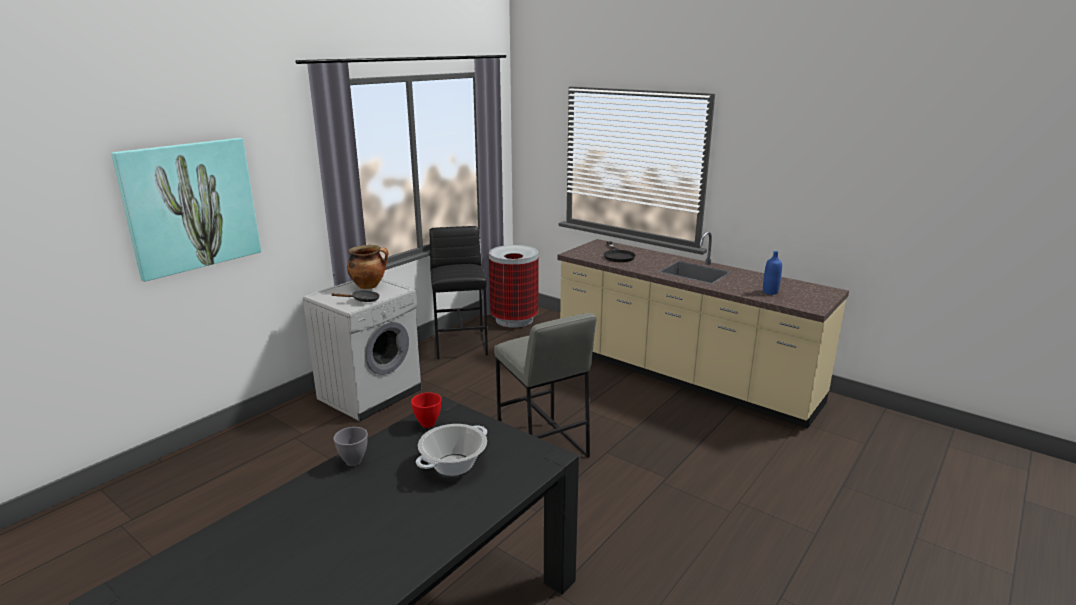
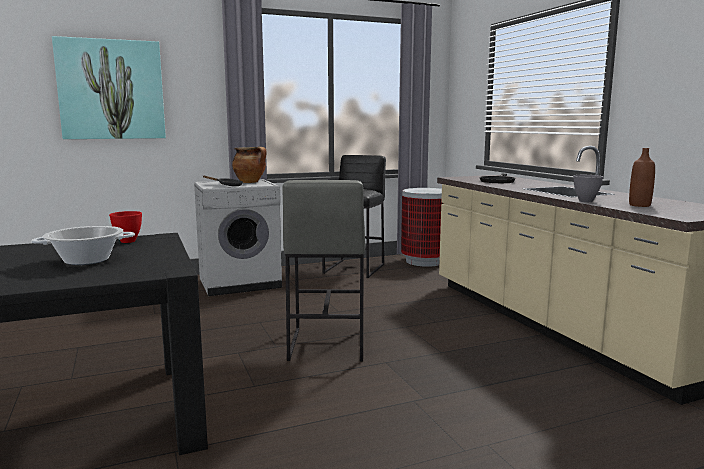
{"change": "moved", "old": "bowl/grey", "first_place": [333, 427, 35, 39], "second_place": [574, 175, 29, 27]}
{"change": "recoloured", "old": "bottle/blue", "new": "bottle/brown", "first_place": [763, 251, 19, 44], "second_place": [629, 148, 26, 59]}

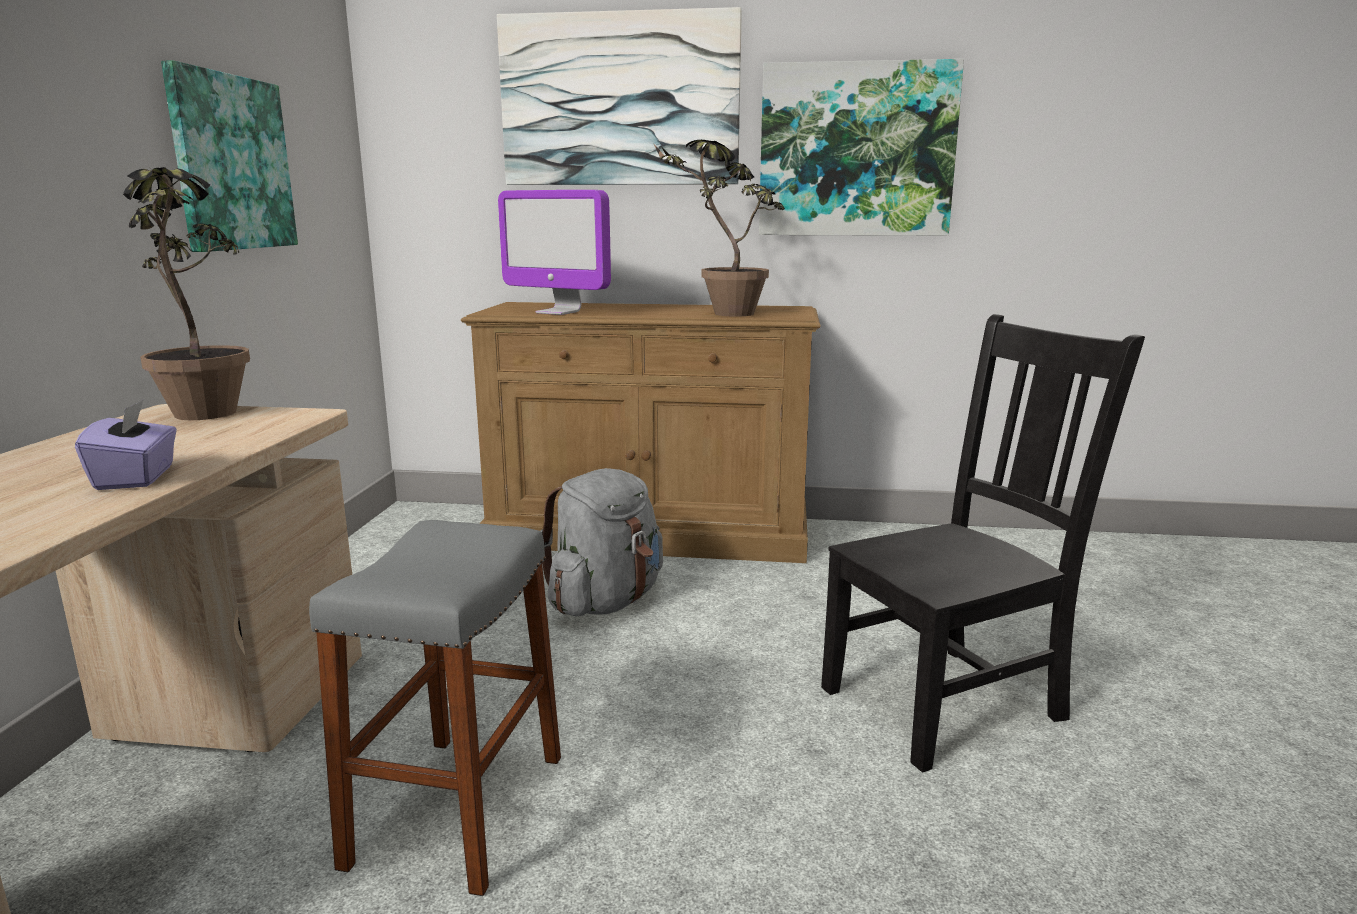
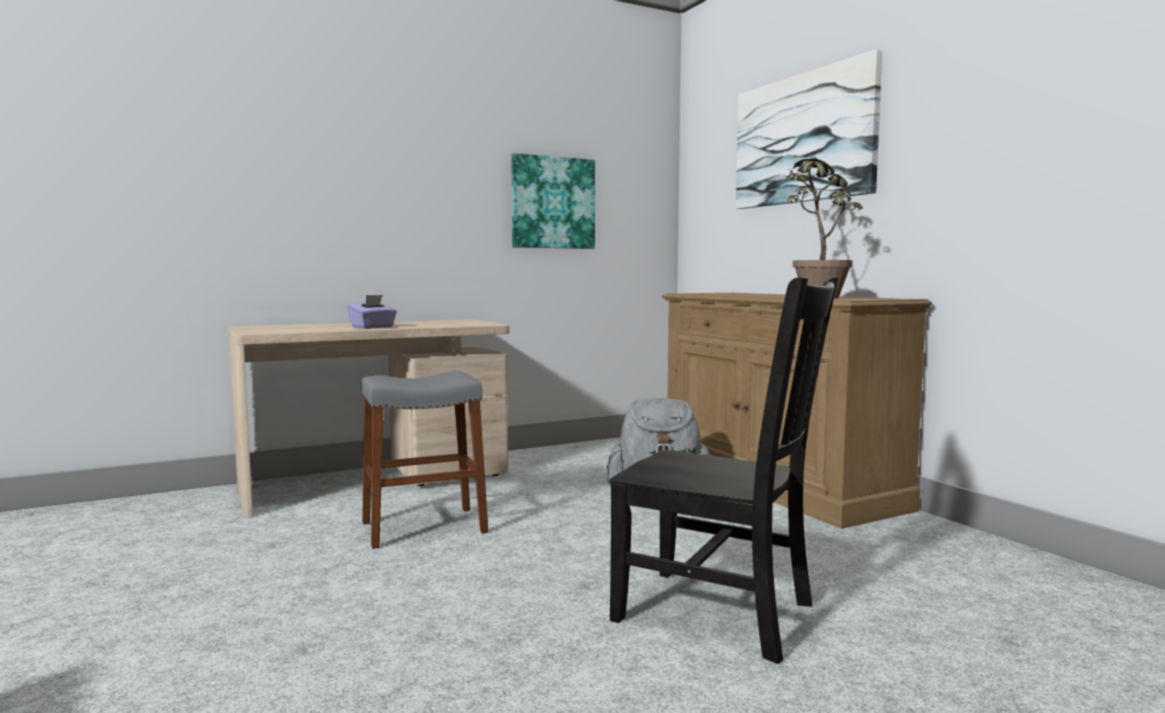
{"change": "removed", "old": "potted plant", "first_place": [123, 167, 127, 253]}
{"change": "removed", "old": "monitor", "first_place": [498, 190, 113, 125]}
{"change": "removed", "old": "picture", "first_place": [759, 59, 205, 177]}

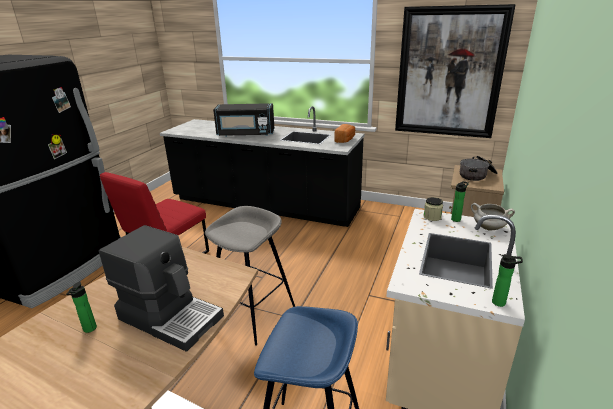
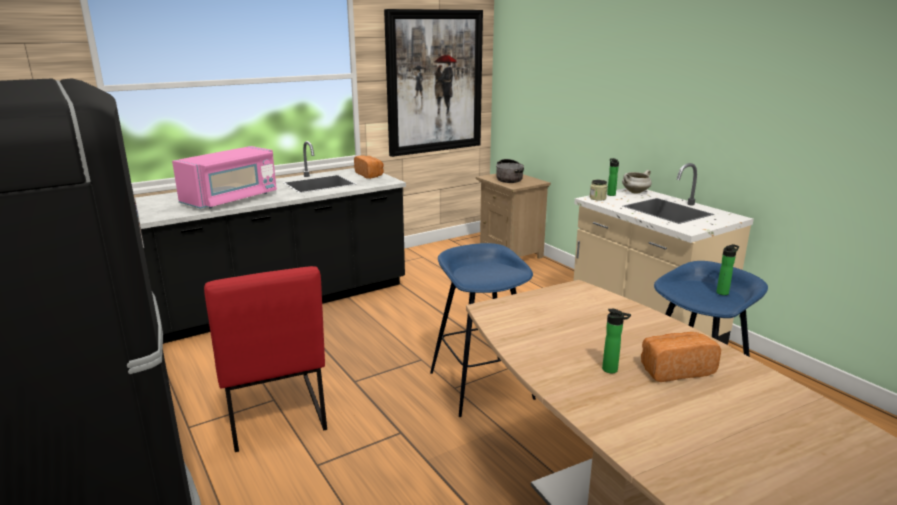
{"change": "removed", "old": "coffee machine", "first_place": [99, 225, 125, 127]}
{"change": "recoloured", "old": "stool/grey", "new": "stool/blue", "first_place": [205, 206, 90, 140], "second_place": [430, 243, 106, 174]}
{"change": "recoloured", "old": "microwave/black", "new": "microwave/pink", "first_place": [213, 103, 61, 34], "second_place": [172, 146, 105, 63]}
{"change": "moved", "old": "bottle", "first_place": [492, 254, 31, 53], "second_place": [716, 244, 23, 51]}
{"change": "added", "new": "bread", "second_place": [641, 332, 80, 50]}

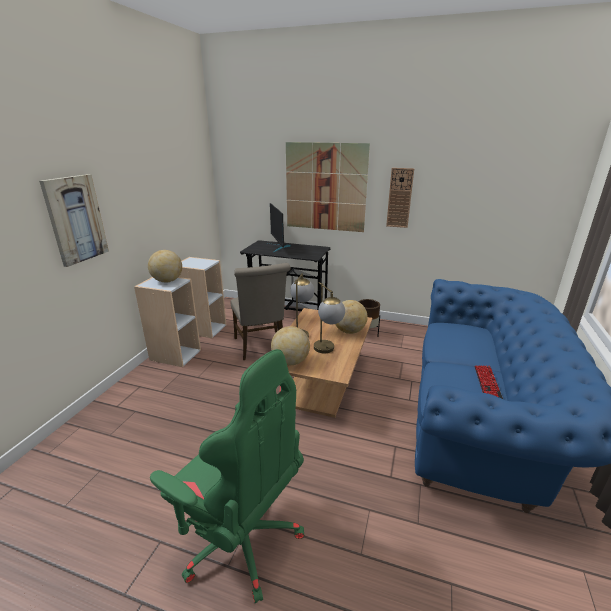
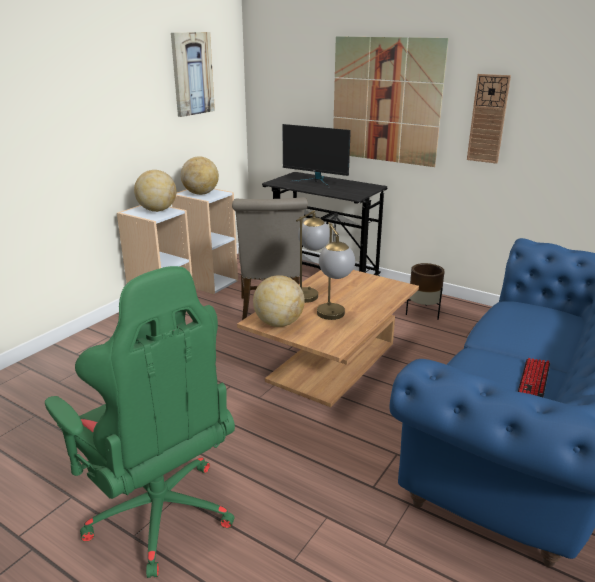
{"change": "moved", "old": "picture", "first_place": [39, 174, 70, 93], "second_place": [171, 32, 44, 85]}
{"change": "turned", "old": "monitor", "first_place": [266, 203, 25, 50], "second_place": [282, 124, 69, 63], "degrees": -60}
{"change": "moved", "old": "globe", "first_place": [335, 300, 33, 34], "second_place": [181, 156, 38, 39]}

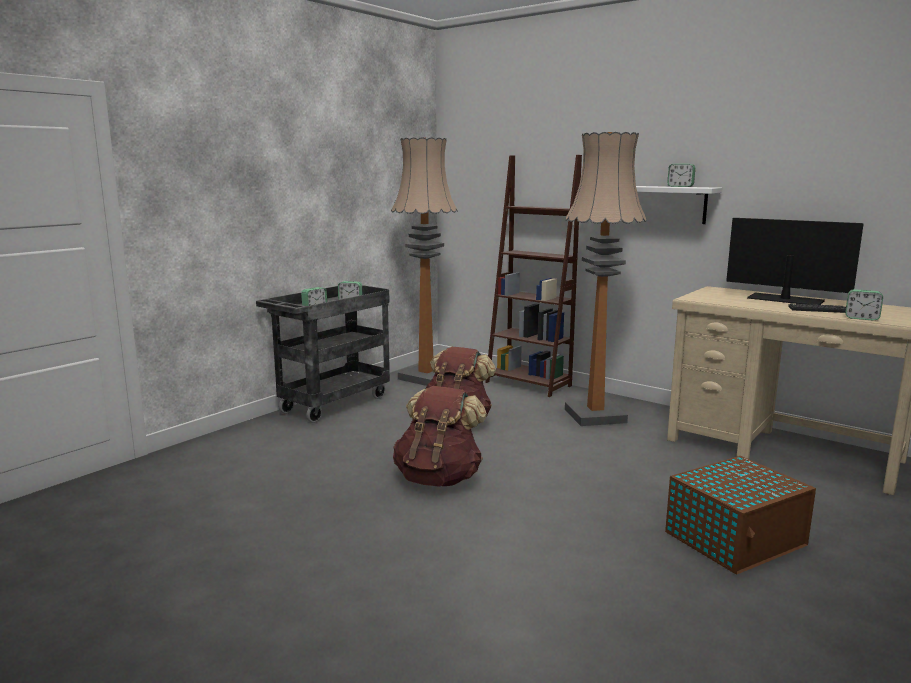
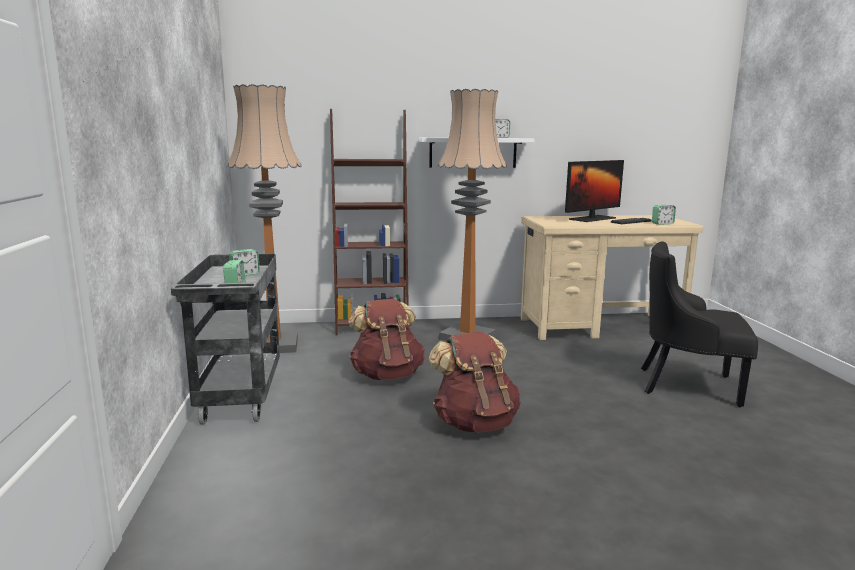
{"change": "replaced", "old": "storage box/brown", "new": "chair/black", "first_place": [665, 456, 151, 118], "second_place": [641, 241, 117, 166]}
{"change": "turned", "old": "monitor", "first_place": [726, 218, 138, 87], "second_place": [565, 160, 59, 62], "degrees": 150}

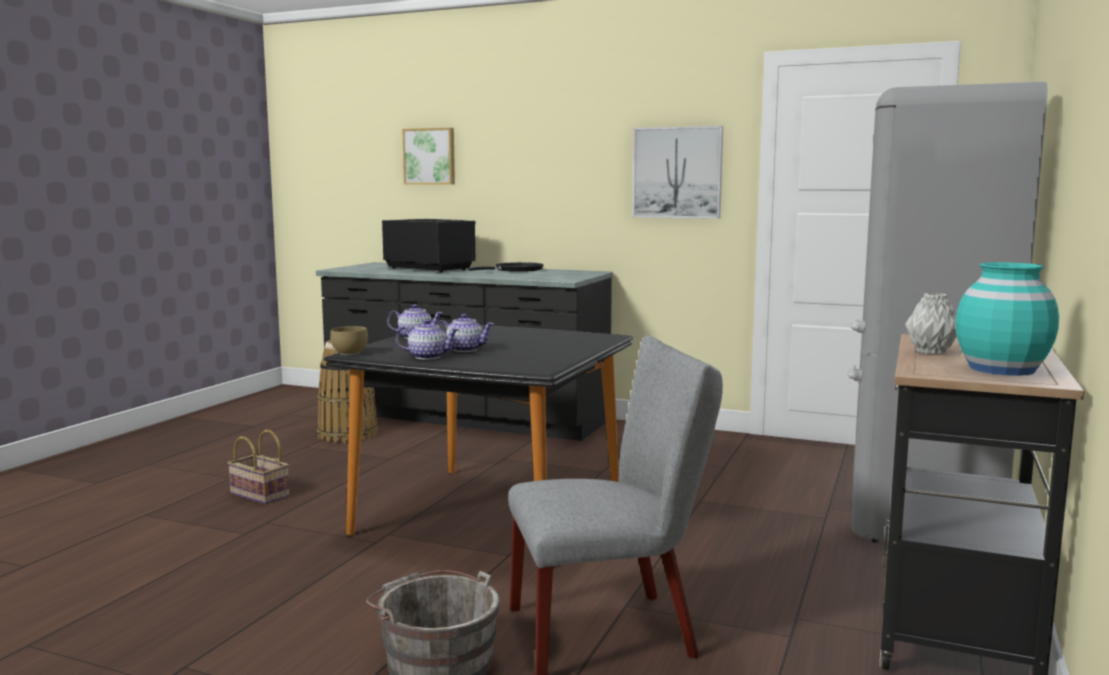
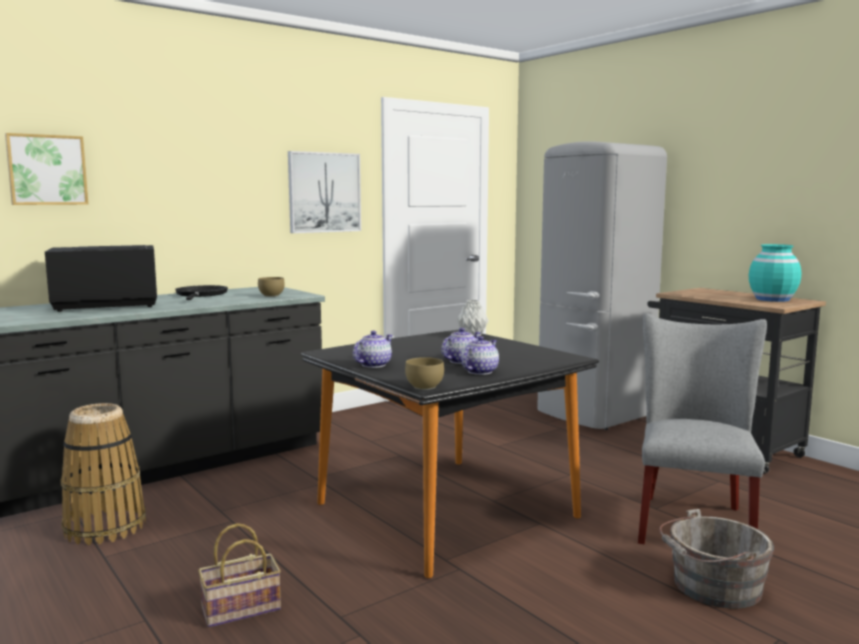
{"change": "moved", "old": "vase/grey", "first_place": [905, 293, 52, 61], "second_place": [457, 300, 32, 36]}
{"change": "added", "new": "bowl/brown", "second_place": [258, 277, 27, 20]}

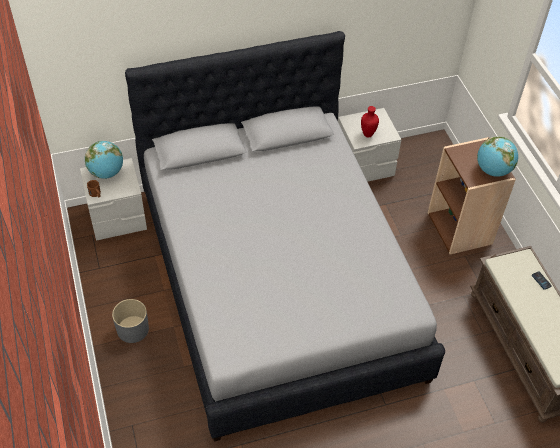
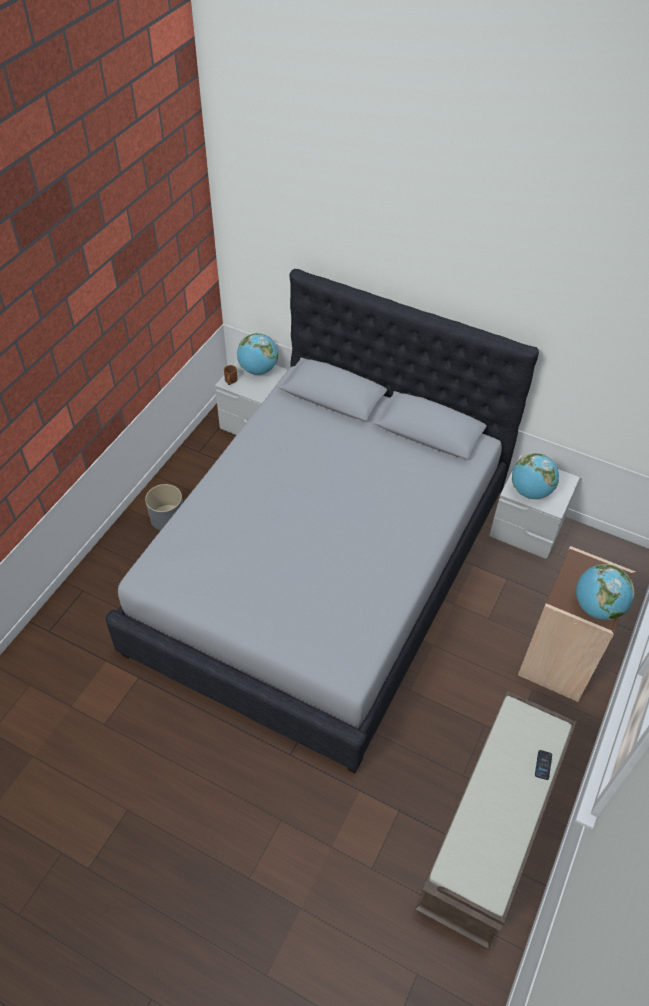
{"change": "replaced", "old": "vase/red", "new": "globe", "first_place": [361, 106, 18, 32], "second_place": [512, 453, 47, 46]}

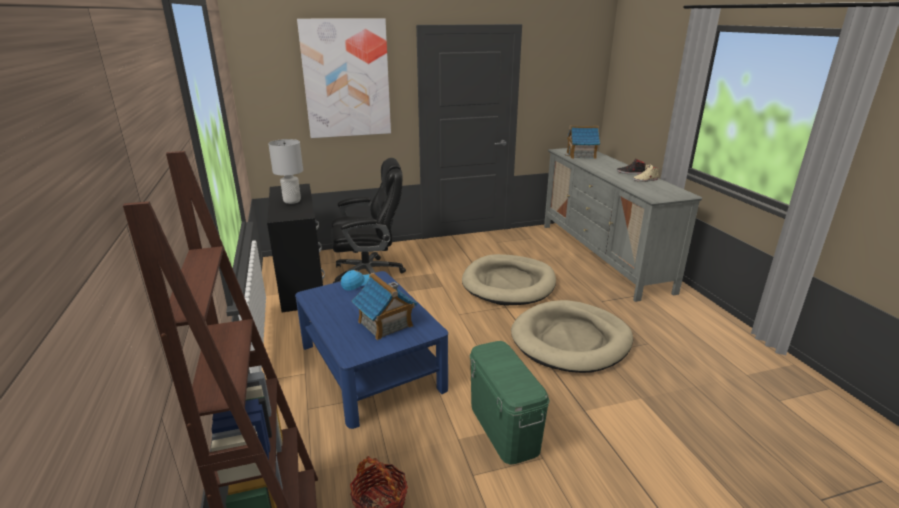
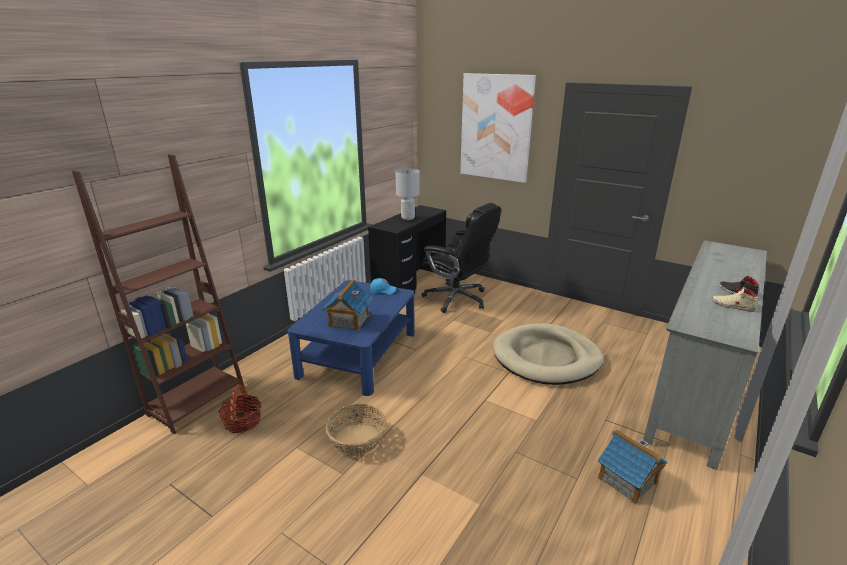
{"change": "replaced", "old": "storage box/green", "new": "basket", "first_place": [470, 341, 80, 124], "second_place": [325, 404, 61, 52]}
{"change": "removed", "old": "dog bed/beige", "first_place": [511, 300, 122, 73]}
{"change": "moved", "old": "toy house", "first_place": [565, 126, 35, 33], "second_place": [598, 429, 69, 75]}

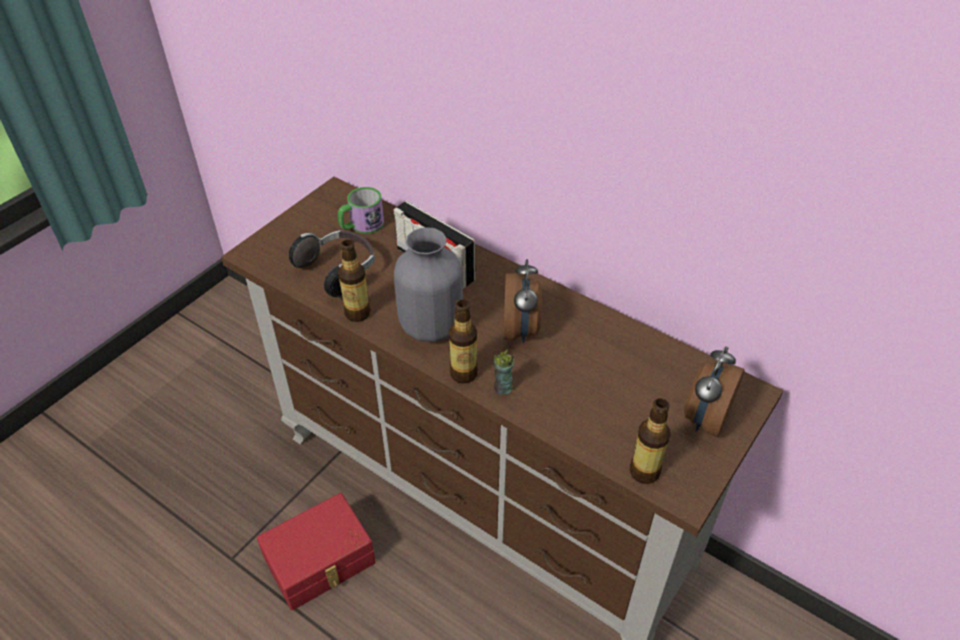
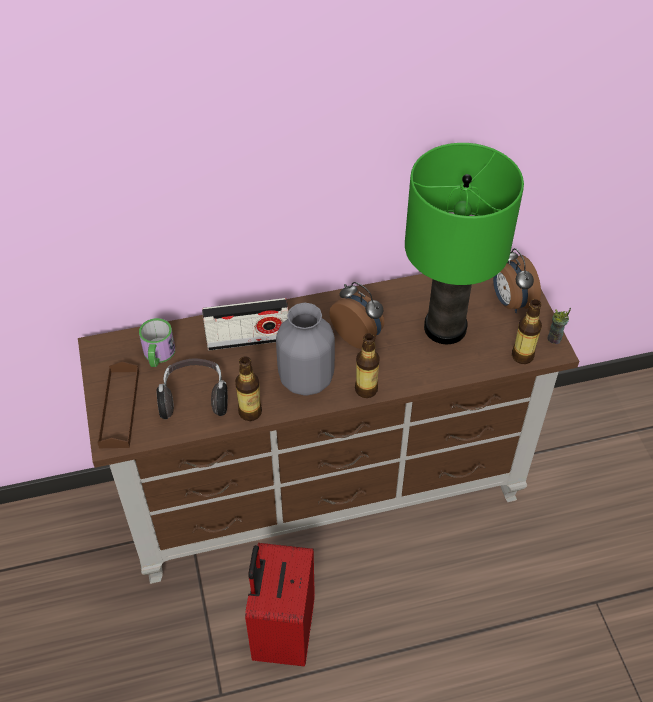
{"change": "replaced", "old": "storage box/red", "new": "suitcase/red", "first_place": [257, 493, 119, 117], "second_place": [245, 543, 70, 124]}
{"change": "moved", "old": "cup", "first_place": [494, 349, 20, 46], "second_place": [547, 308, 24, 36]}
{"change": "added", "new": "tray/brown", "second_place": [97, 362, 42, 86]}
{"change": "added", "new": "table lamp/green", "second_place": [405, 143, 119, 201]}

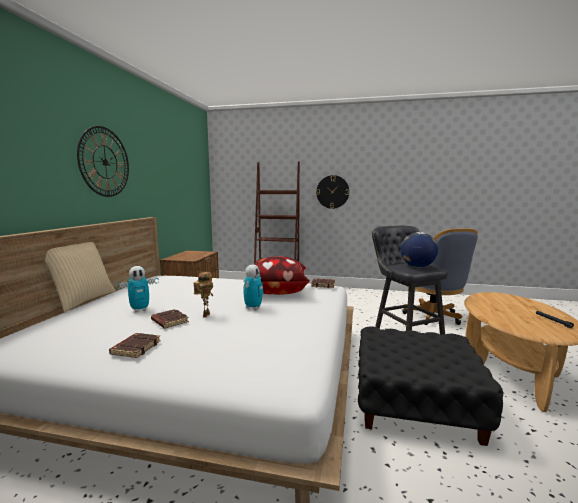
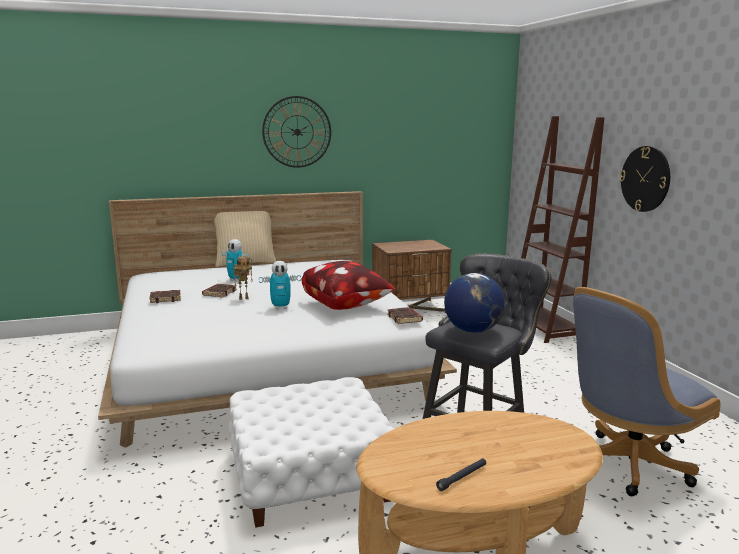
{"change": "recoloured", "old": "ottoman/black", "new": "ottoman/white", "first_place": [358, 326, 145, 120], "second_place": [228, 377, 166, 151]}

